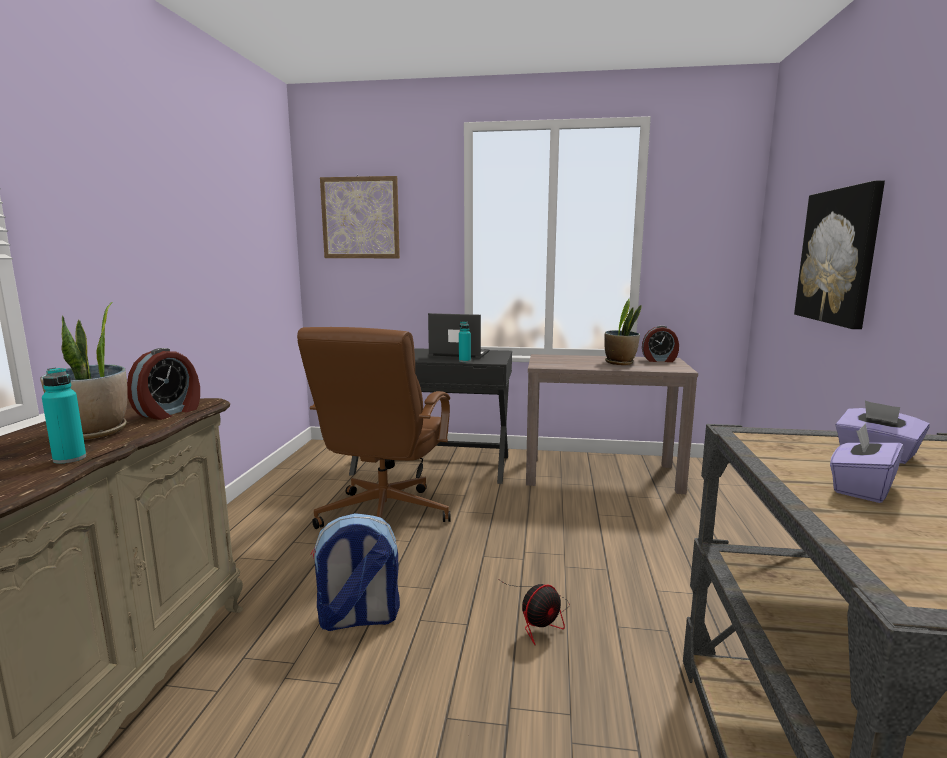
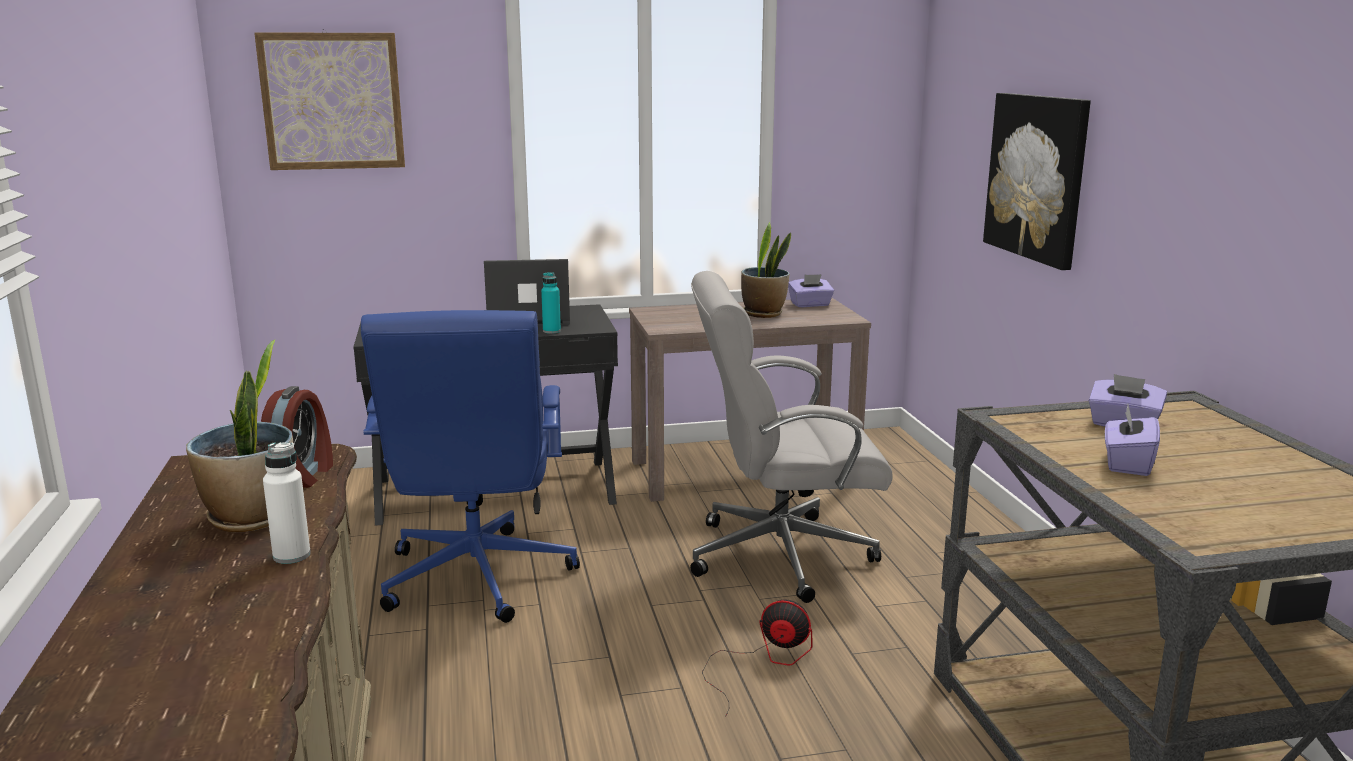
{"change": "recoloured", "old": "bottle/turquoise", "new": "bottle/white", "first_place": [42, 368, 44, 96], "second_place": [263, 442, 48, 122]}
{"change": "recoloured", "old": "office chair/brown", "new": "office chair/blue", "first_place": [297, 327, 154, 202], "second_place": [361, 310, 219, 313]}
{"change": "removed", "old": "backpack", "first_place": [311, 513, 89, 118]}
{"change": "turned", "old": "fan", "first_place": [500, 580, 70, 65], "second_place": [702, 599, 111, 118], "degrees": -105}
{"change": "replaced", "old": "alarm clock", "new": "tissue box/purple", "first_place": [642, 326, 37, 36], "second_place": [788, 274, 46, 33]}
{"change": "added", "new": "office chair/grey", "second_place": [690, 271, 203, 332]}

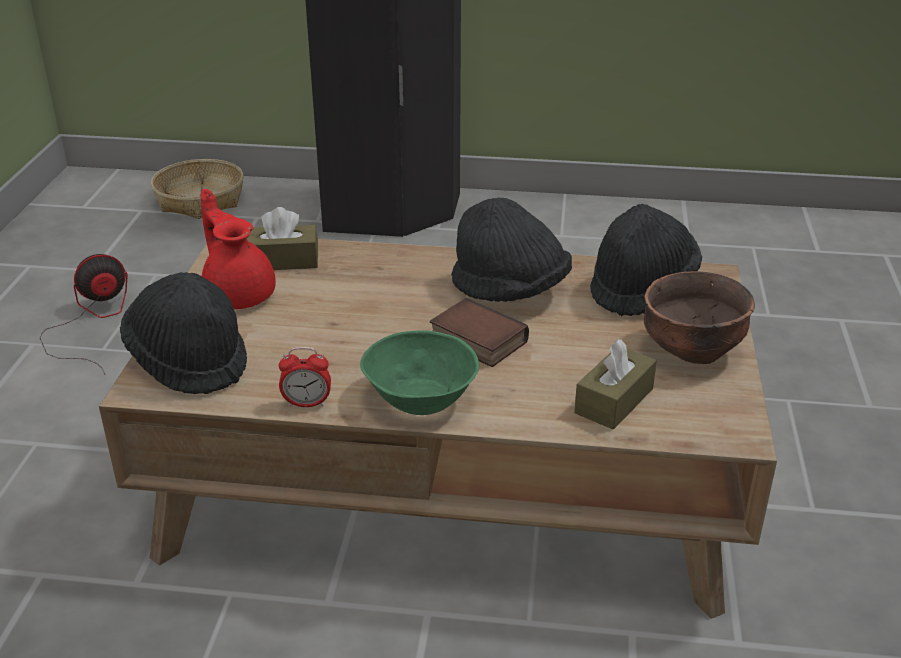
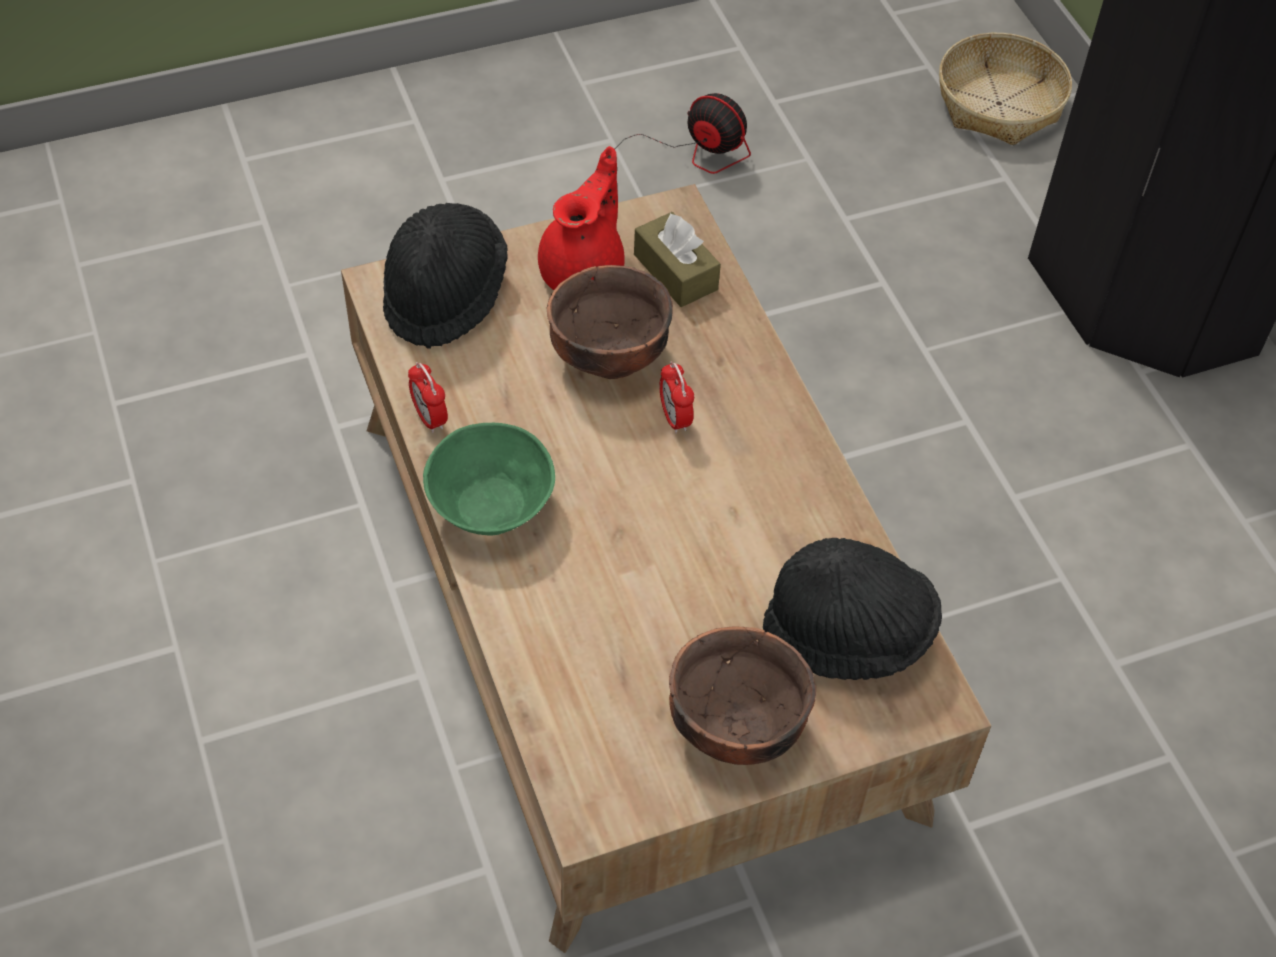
{"change": "removed", "old": "book", "first_place": [430, 298, 99, 69]}
{"change": "removed", "old": "hat/black", "first_place": [451, 197, 121, 105]}
{"change": "removed", "old": "tissue box/brown", "first_place": [574, 339, 83, 90]}
{"change": "added", "new": "bowl/brown", "second_place": [547, 265, 126, 114]}
{"change": "added", "new": "alarm clock", "second_place": [659, 361, 35, 72]}

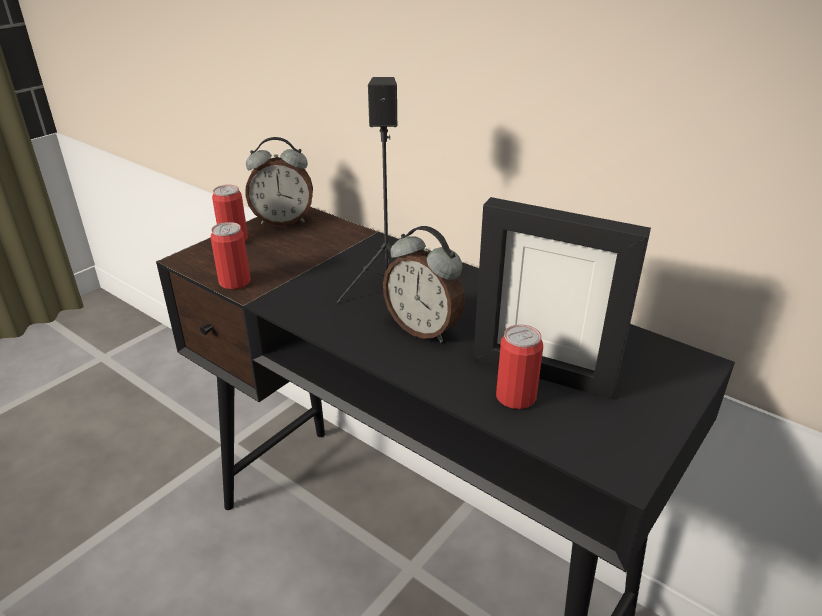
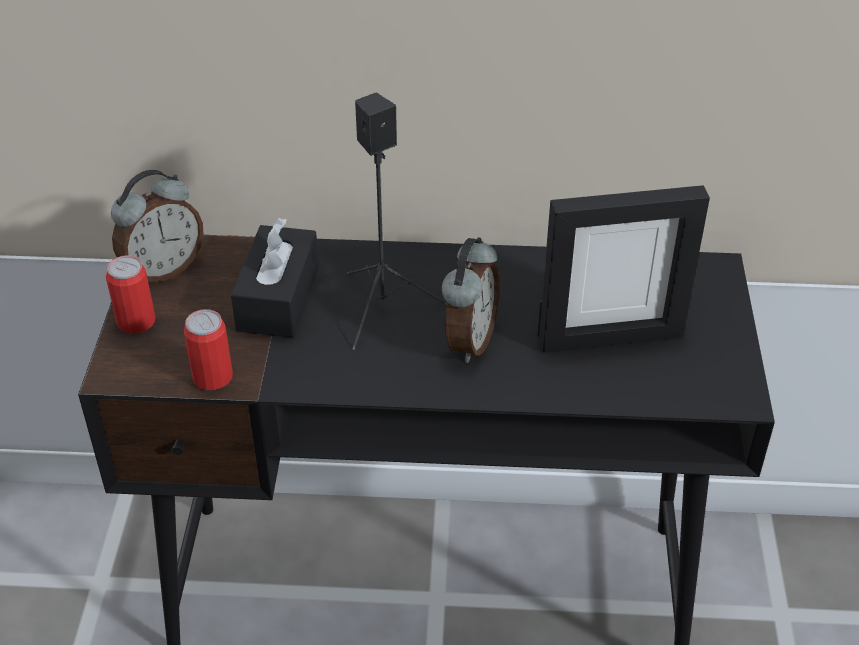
{"change": "turned", "old": "alarm clock", "first_place": [383, 226, 82, 116], "second_place": [442, 238, 57, 125], "degrees": -75}
{"change": "removed", "old": "can", "first_place": [496, 325, 47, 84]}
{"change": "added", "new": "tissue box/black", "second_place": [231, 218, 88, 120]}

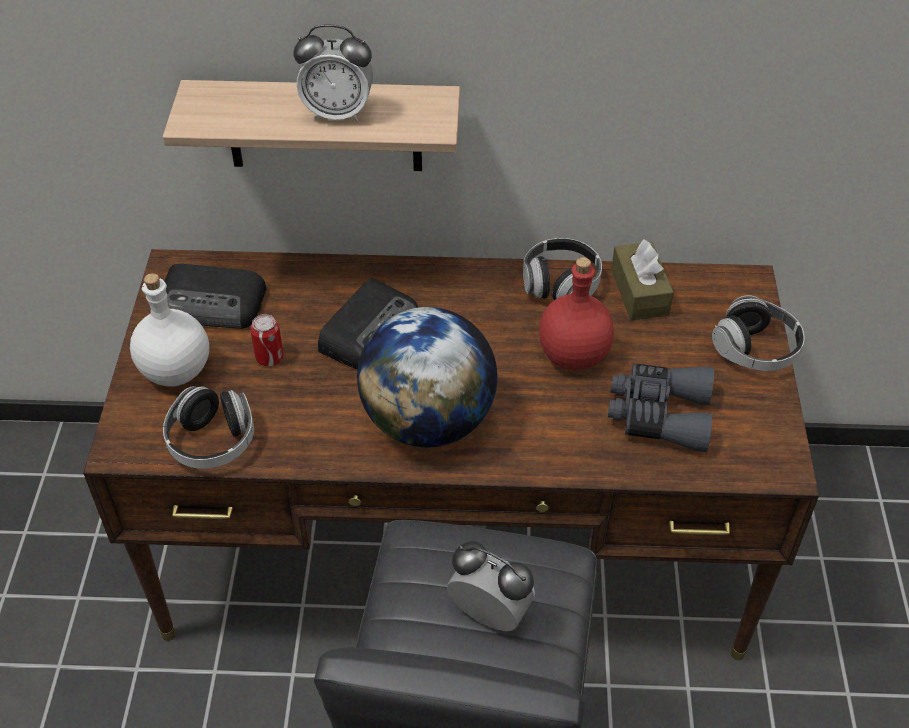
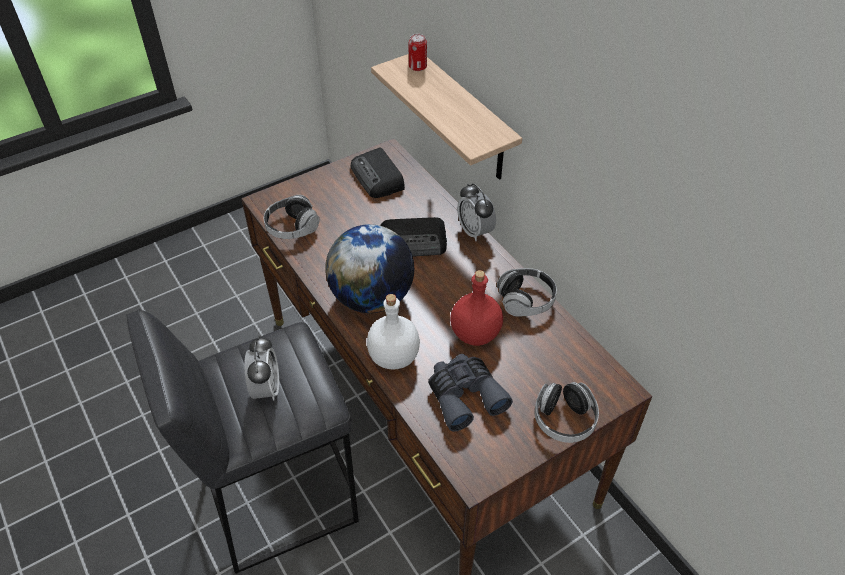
{"change": "moved", "old": "bottle/white", "first_place": [130, 273, 79, 114], "second_place": [367, 294, 53, 76]}
{"change": "moved", "old": "can", "first_place": [250, 314, 34, 52], "second_place": [409, 34, 18, 37]}
{"change": "moved", "old": "alarm clock", "first_place": [294, 24, 79, 98], "second_place": [457, 184, 39, 57]}
{"change": "removed", "old": "tissue box/brown", "first_place": [611, 239, 63, 81]}

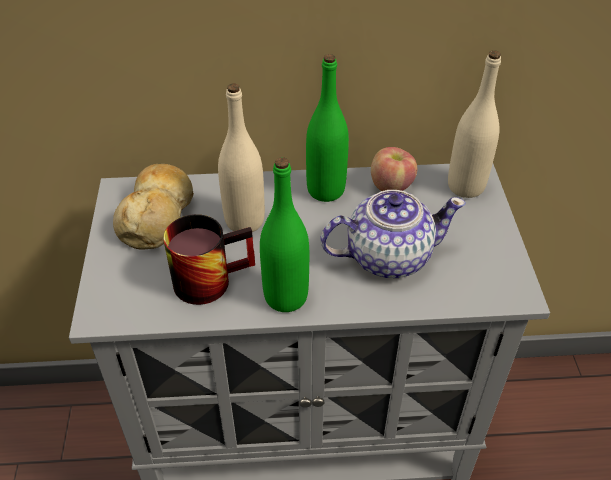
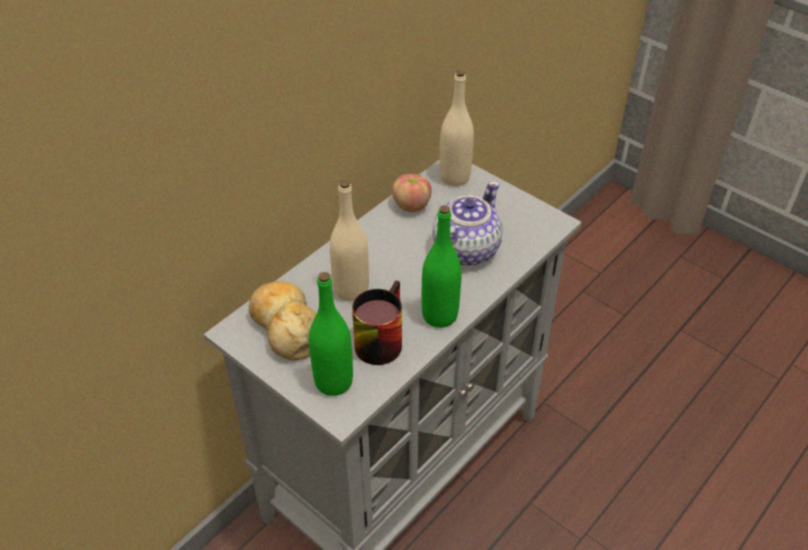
{"change": "moved", "old": "bottle/green", "first_place": [306, 54, 43, 148], "second_place": [309, 272, 44, 124]}

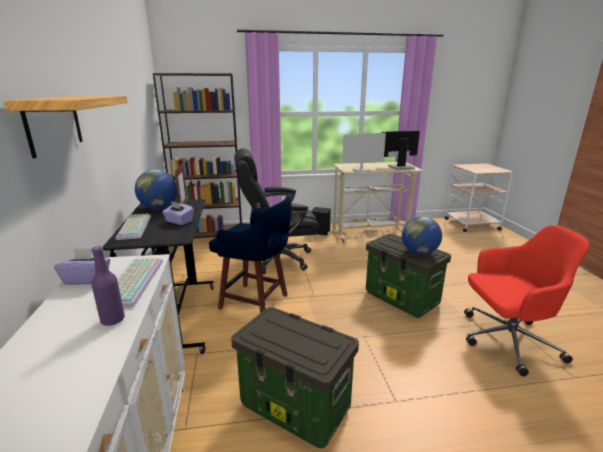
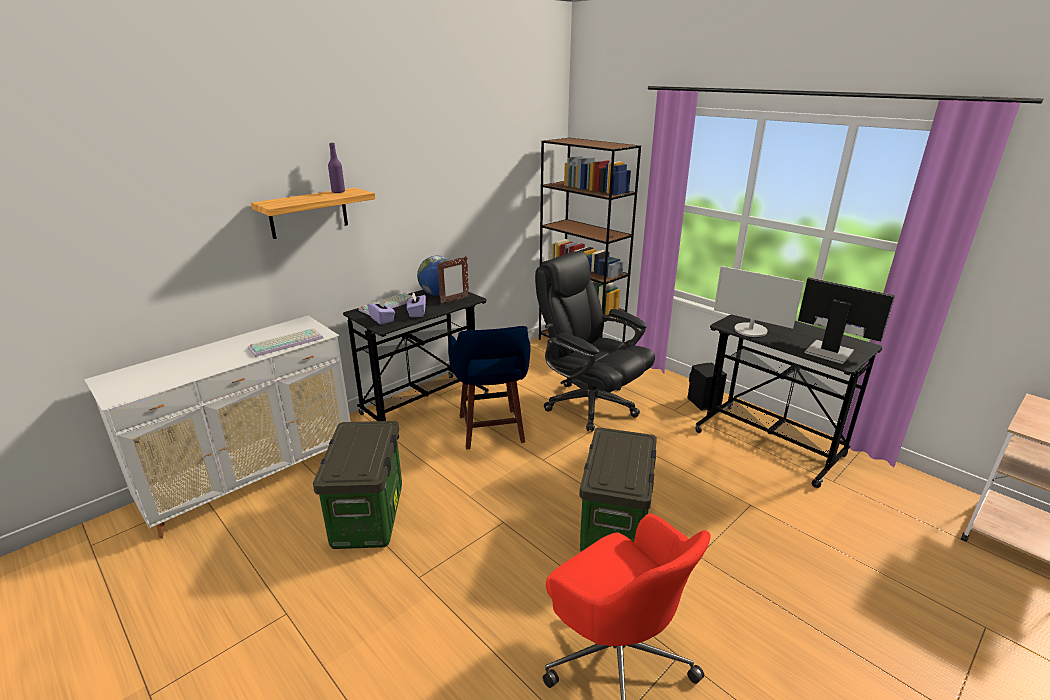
{"change": "moved", "old": "tissue box/purple", "first_place": [54, 248, 56, 37], "second_place": [367, 298, 28, 27]}
{"change": "moved", "old": "bottle/purple", "first_place": [91, 246, 34, 80], "second_place": [328, 143, 17, 50]}
{"change": "recoloured", "old": "desk/beige", "new": "desk/black", "first_place": [333, 162, 90, 82], "second_place": [695, 314, 187, 174]}
{"change": "removed", "old": "globe", "first_place": [402, 216, 40, 39]}

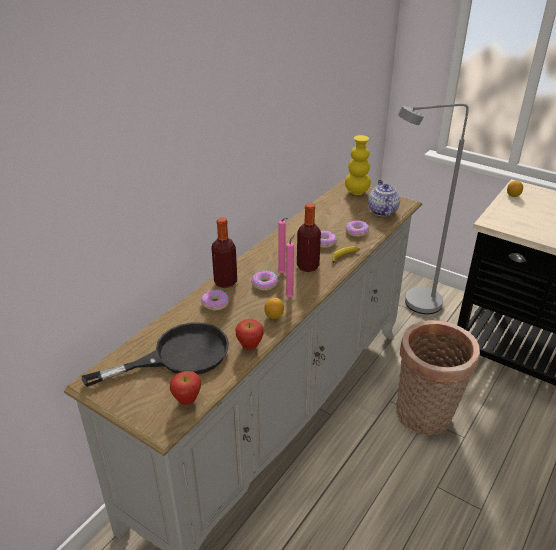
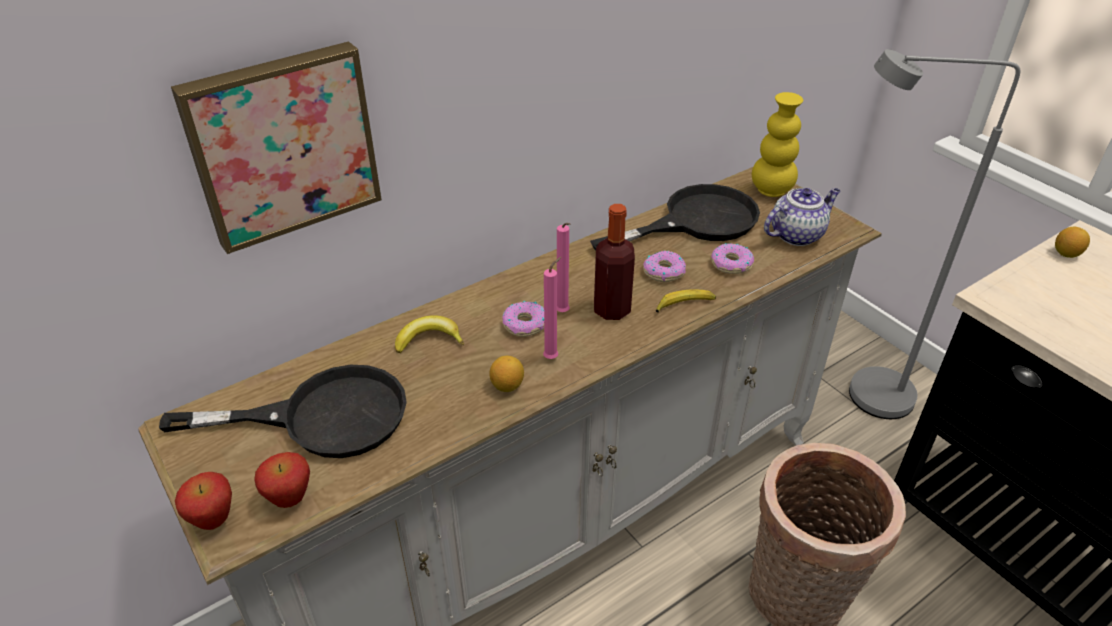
{"change": "replaced", "old": "donut", "new": "banana", "first_place": [201, 290, 28, 20], "second_place": [395, 315, 69, 38]}
{"change": "removed", "old": "bottle", "first_place": [211, 217, 26, 71]}
{"change": "moved", "old": "apple", "first_place": [236, 319, 28, 31], "second_place": [175, 472, 57, 58]}
{"change": "turned", "old": "teapot", "first_place": [368, 180, 32, 36], "second_place": [764, 188, 76, 58], "degrees": 45}
{"change": "added", "new": "picture", "second_place": [171, 41, 211, 213]}
{"change": "added", "new": "frying pan/black", "second_place": [590, 184, 170, 66]}

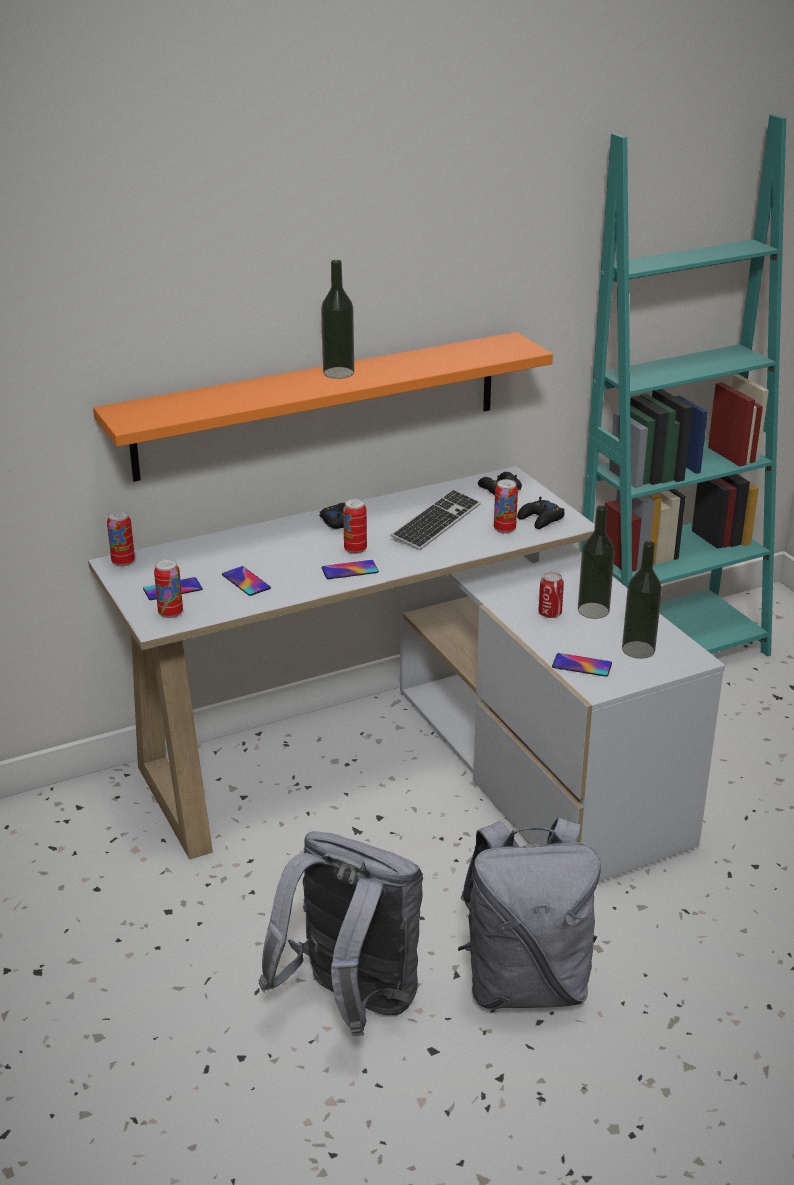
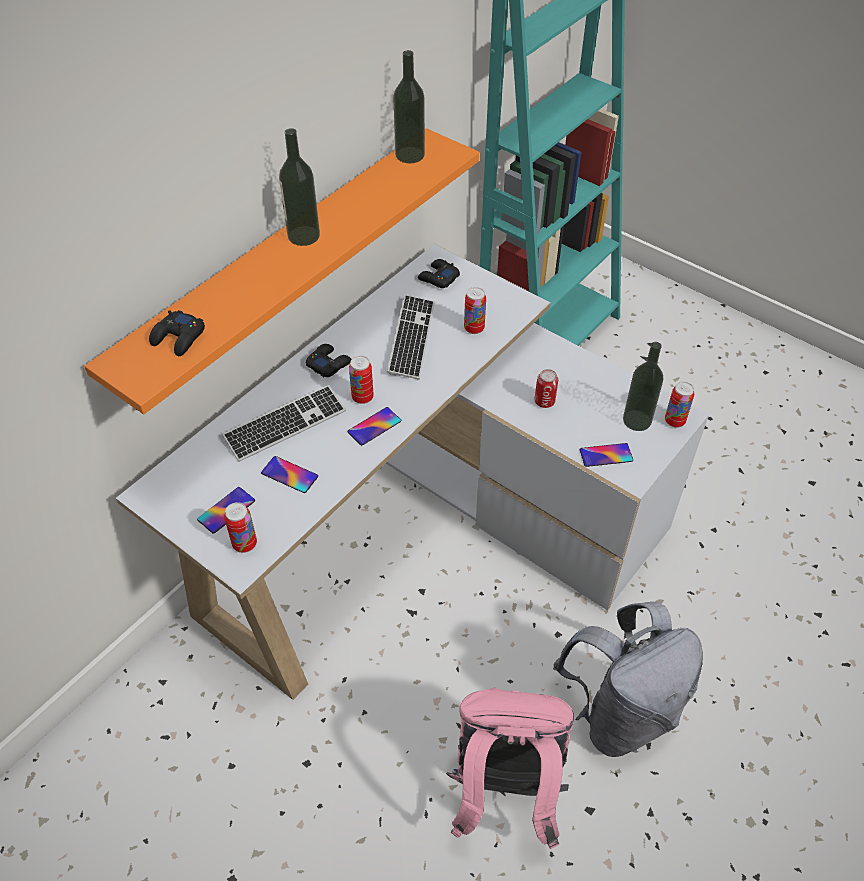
{"change": "moved", "old": "can", "first_place": [107, 510, 28, 57], "second_place": [665, 382, 29, 46]}
{"change": "recoloured", "old": "backpack/grey", "new": "backpack/pink", "first_place": [259, 831, 164, 205], "second_place": [446, 687, 128, 162]}
{"change": "moved", "old": "game controller/black", "first_place": [517, 497, 48, 32], "second_place": [149, 310, 56, 46]}
{"change": "moved", "old": "bottle", "first_place": [578, 505, 37, 114], "second_place": [393, 50, 32, 113]}
{"change": "added", "new": "keyboard", "second_place": [222, 385, 124, 77]}

